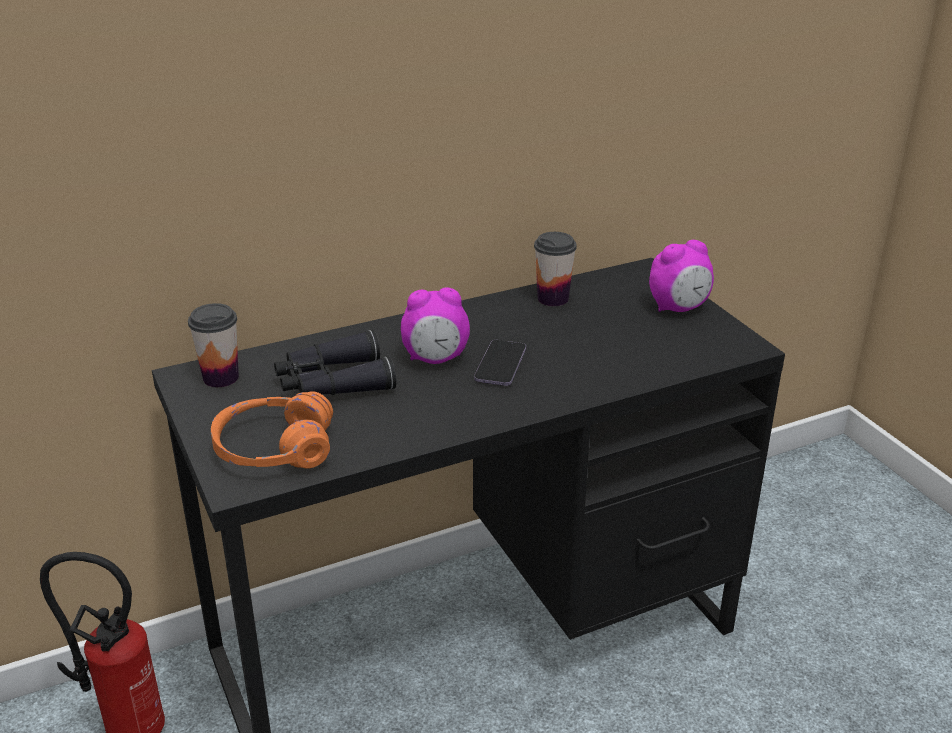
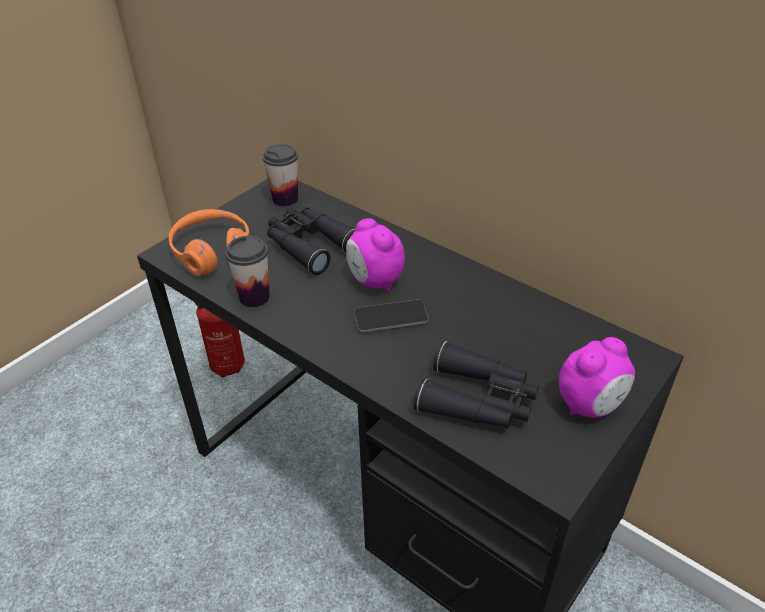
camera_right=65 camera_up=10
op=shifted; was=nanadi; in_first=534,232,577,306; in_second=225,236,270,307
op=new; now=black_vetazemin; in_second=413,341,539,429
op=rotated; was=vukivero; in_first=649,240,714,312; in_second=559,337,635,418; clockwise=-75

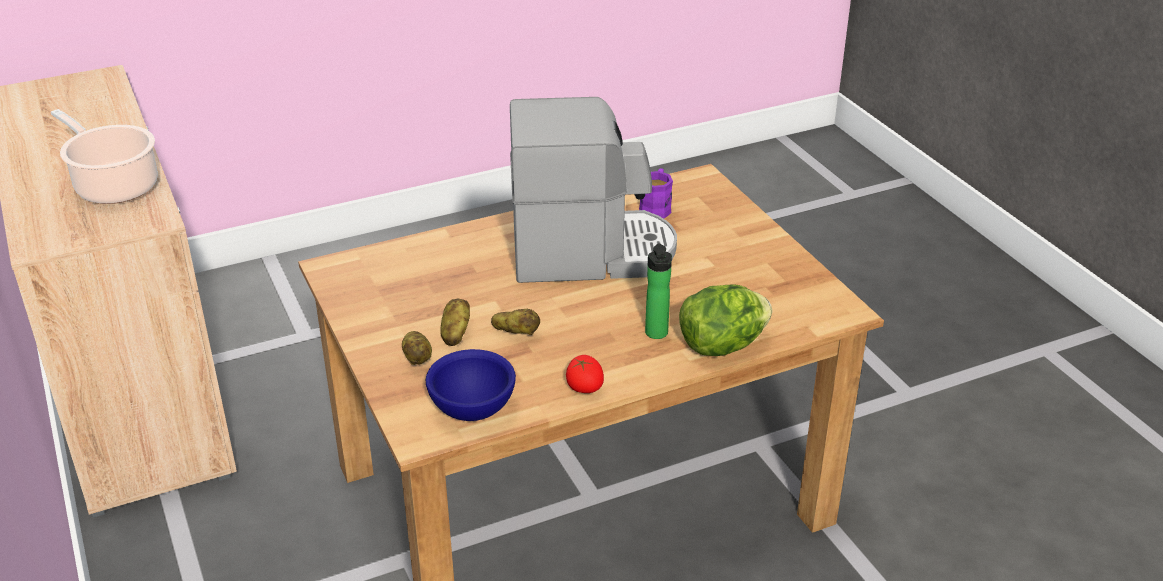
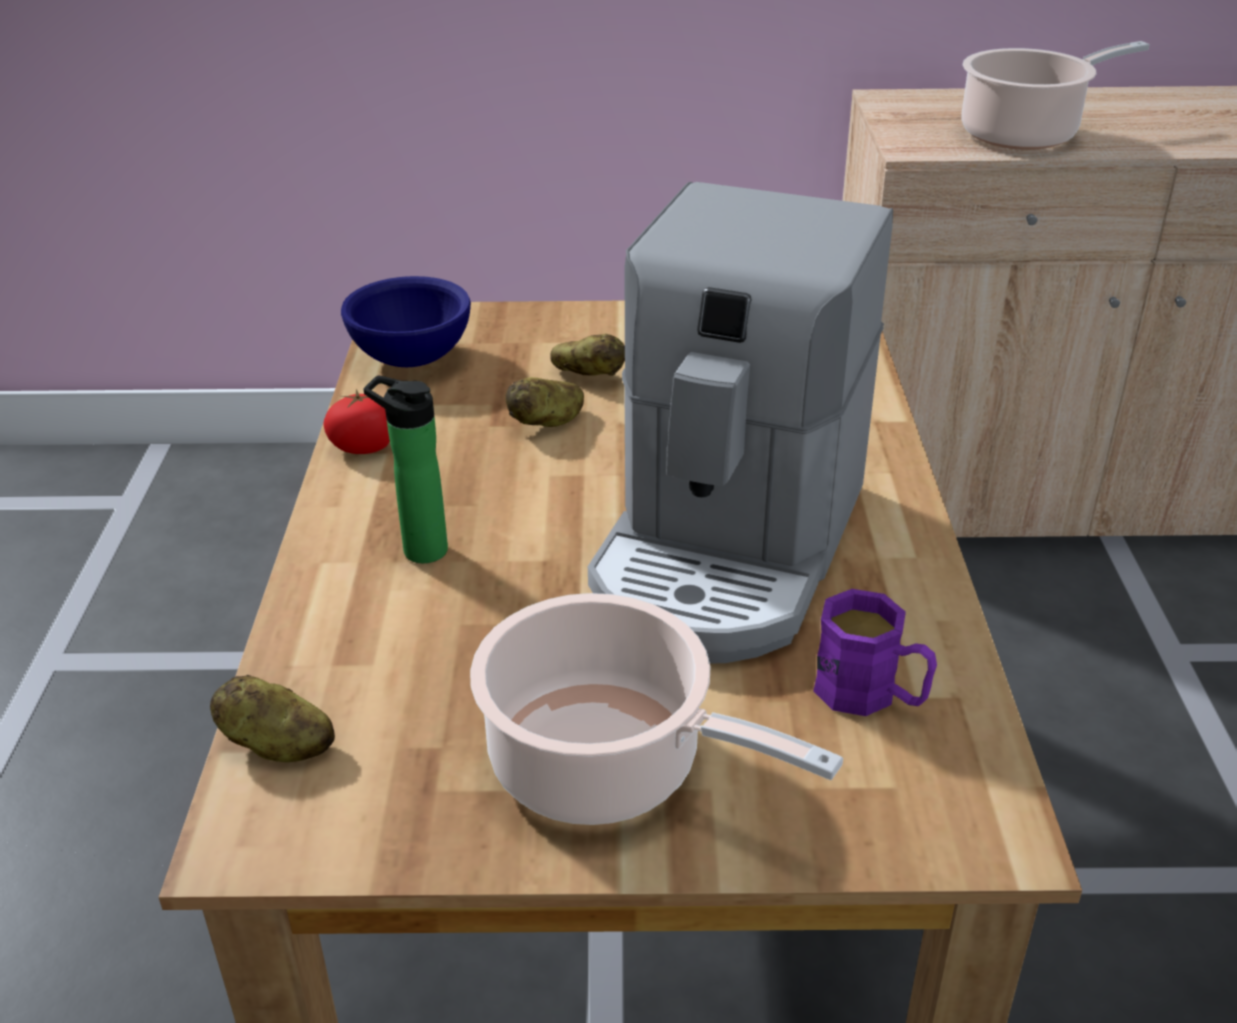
camera_right=115 camera_up=0
op=shifted; was=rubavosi; in_first=402,331,432,365; in_second=210,675,335,762
op=new; now=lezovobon; in_second=470,593,843,825
op=gone; was=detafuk; in_first=679,284,772,356

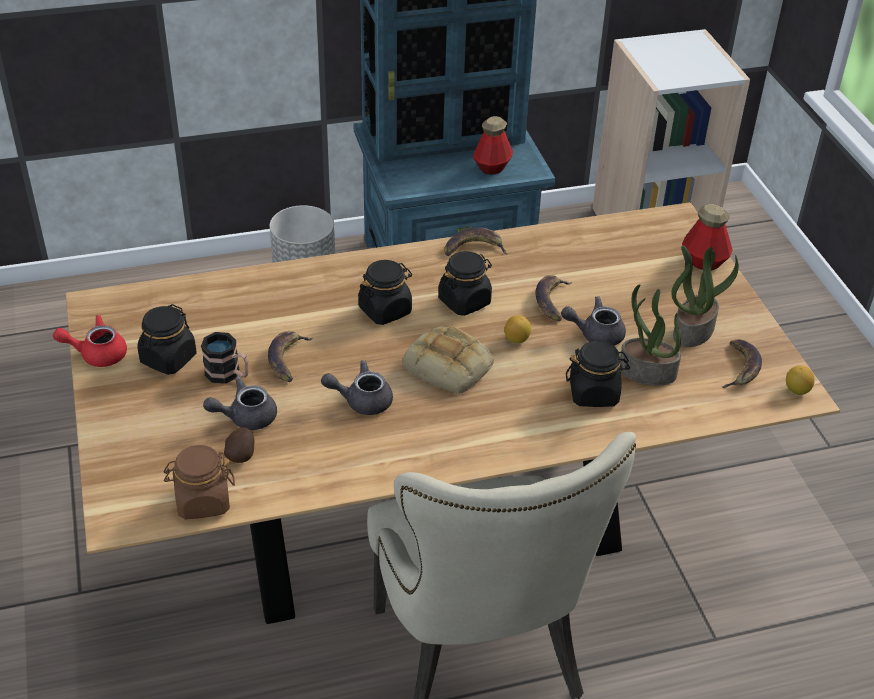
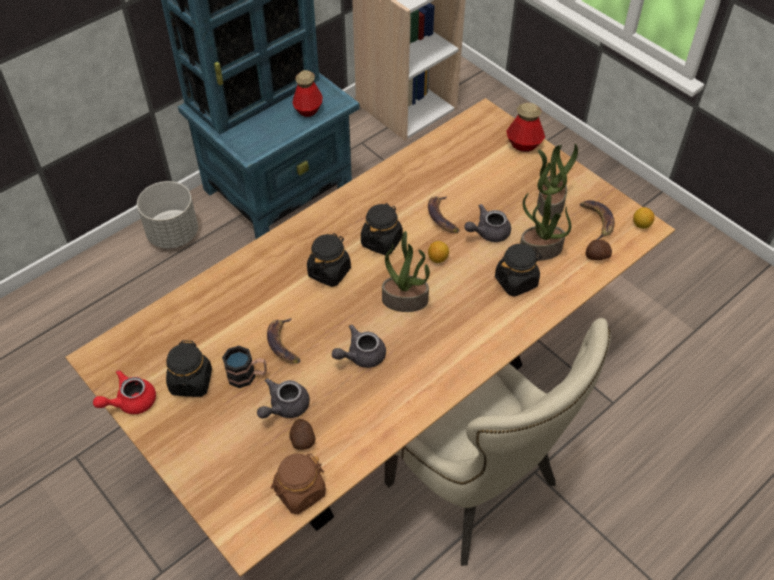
camera_right=-25 camera_up=10
op=swapped; was=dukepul; now=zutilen; in_first=403,326,494,395; in_second=382,231,430,312
op=new; now=rubavosi; in_second=585,240,612,260
op=gone; was=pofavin; in_first=445,228,507,256

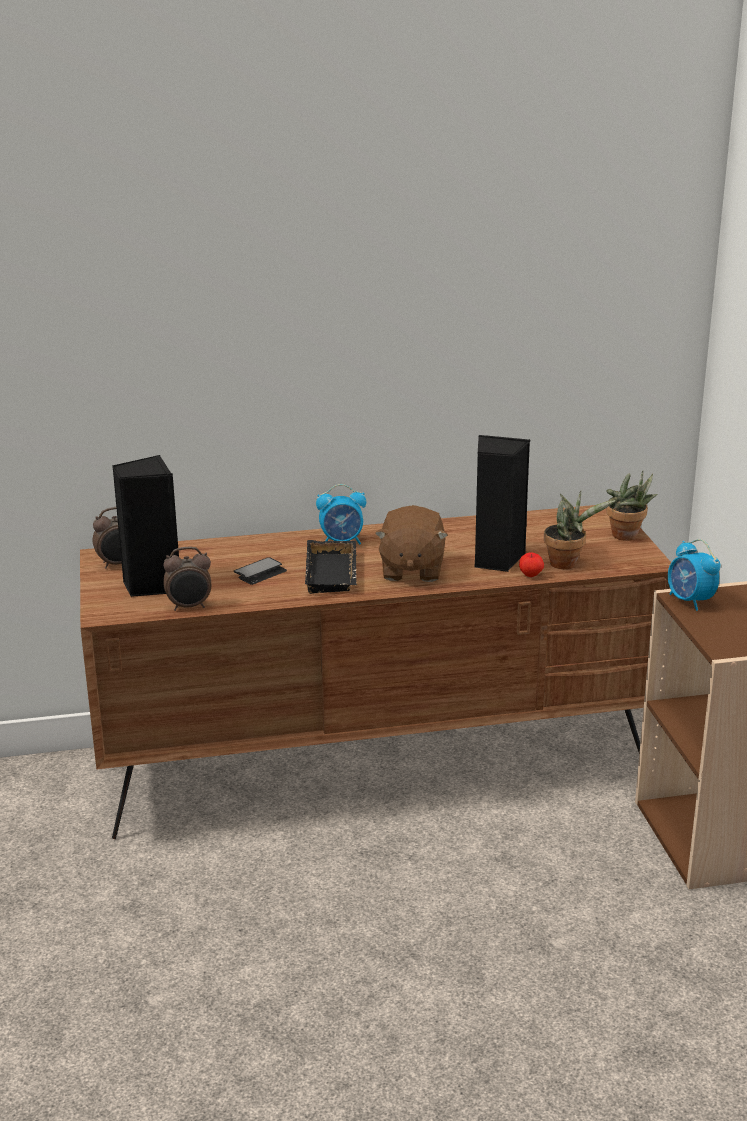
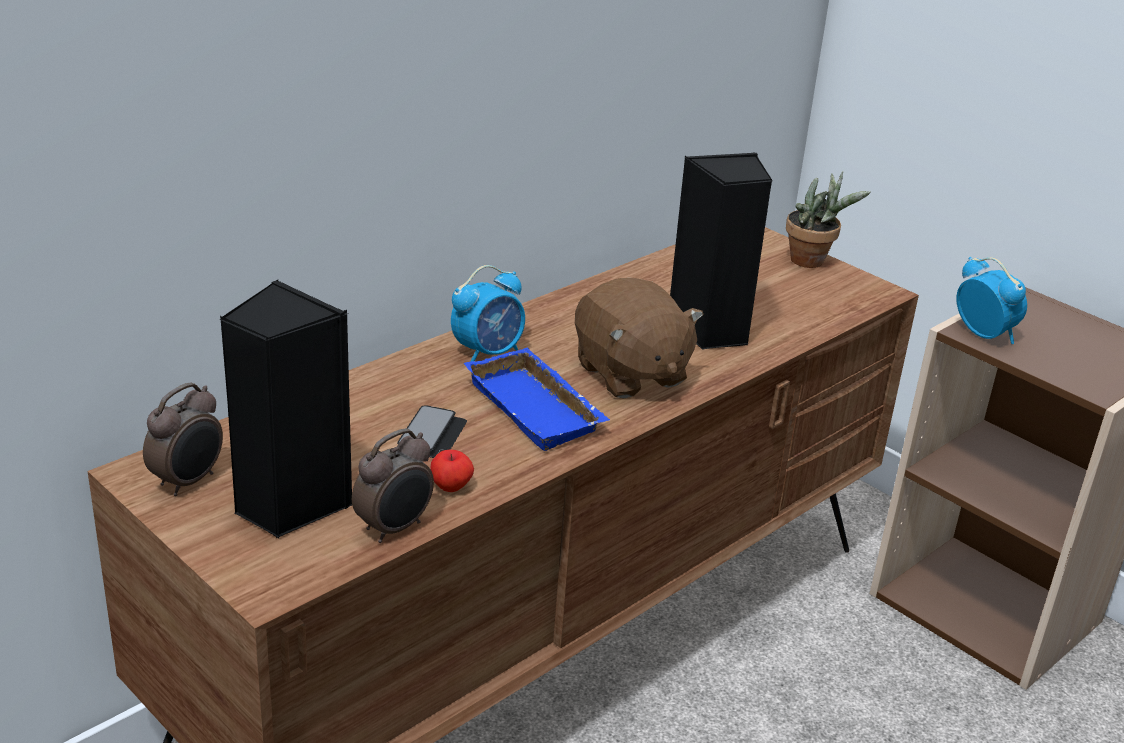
camera_right=-35 camera_up=5
op=shifted; was=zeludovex; in_first=519,553,544,577; in_second=430,450,474,492
op=repainted; was=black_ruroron; now=blue_ruroron; in_first=305,540,357,594; in_second=464,348,610,451
op=rotated; was=vukivero; in_first=668,539,721,611; in_second=956,257,1027,344; clockwise=-150
op=gone; was=zutilen; in_first=544,491,616,569

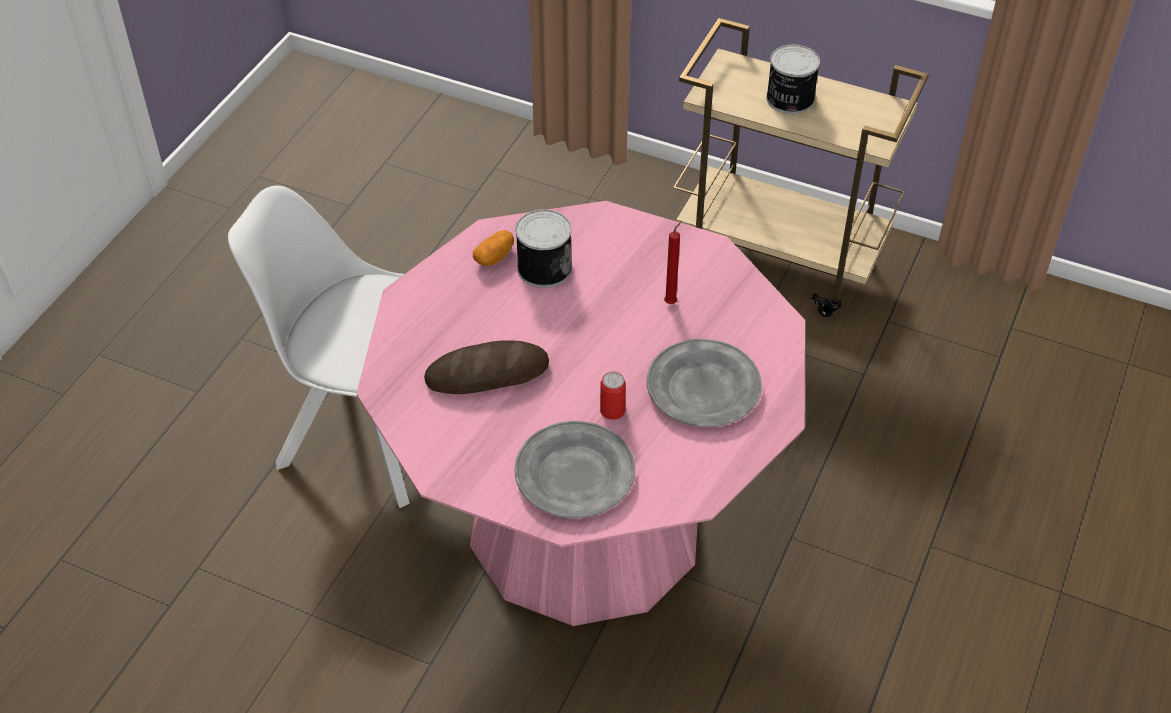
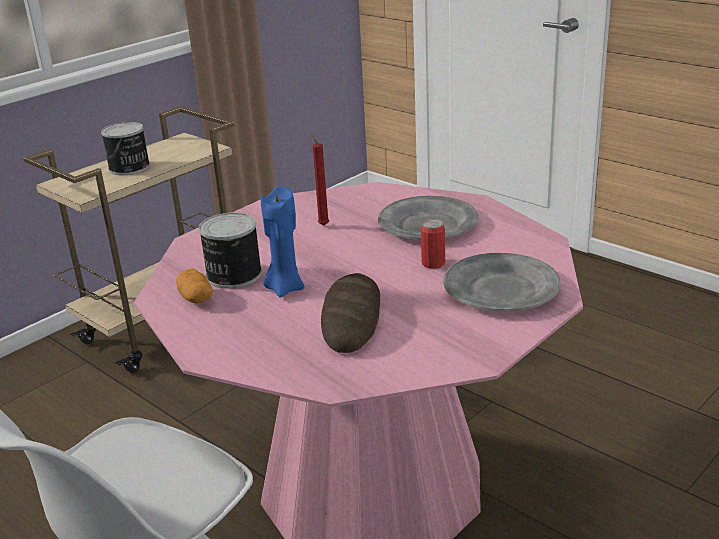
camera_right=-70 camera_up=-20
op=new; now=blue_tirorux; in_second=261,186,304,298

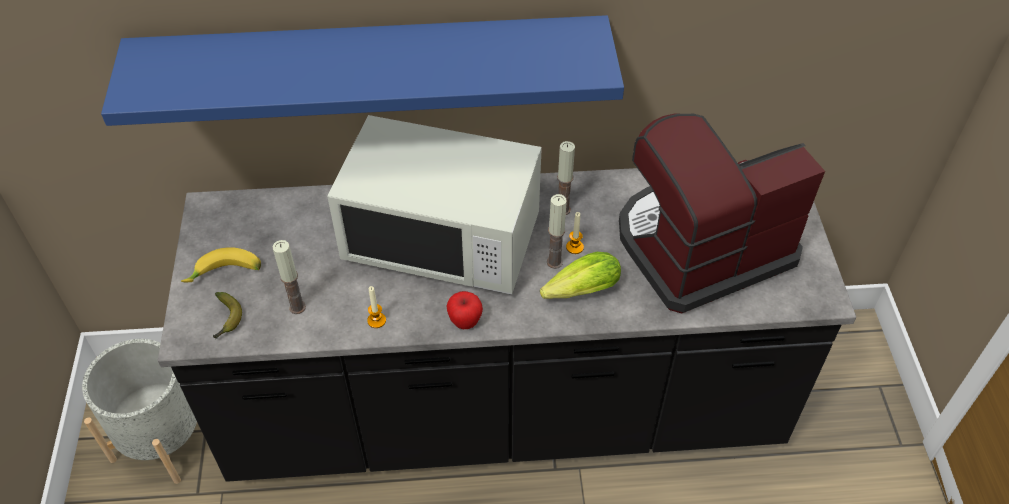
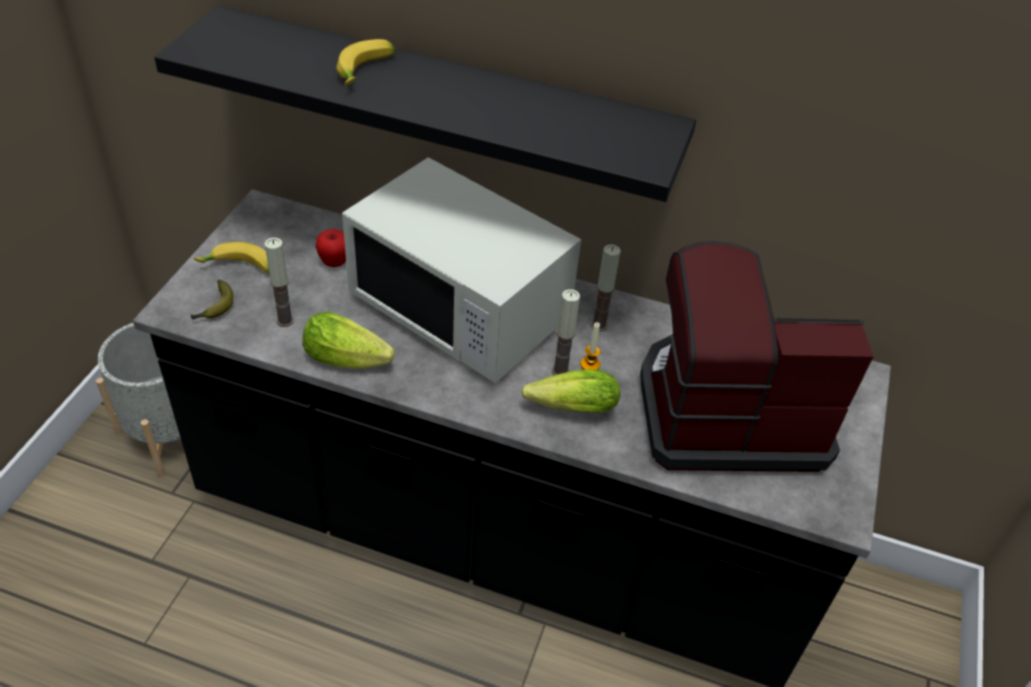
camera_right=20 camera_up=-5
op=repainted; was=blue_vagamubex; now=black_vagamubex; in_first=101,15,624,126; in_second=154,6,696,202
op=swapped; was=tirorux; now=detafuk; in_first=367,286,386,328; in_second=302,312,395,369
op=shifted; was=zeludovex; in_first=447,291,483,329; in_second=316,229,346,267
op=new; now=pofavin; in_second=336,39,396,85

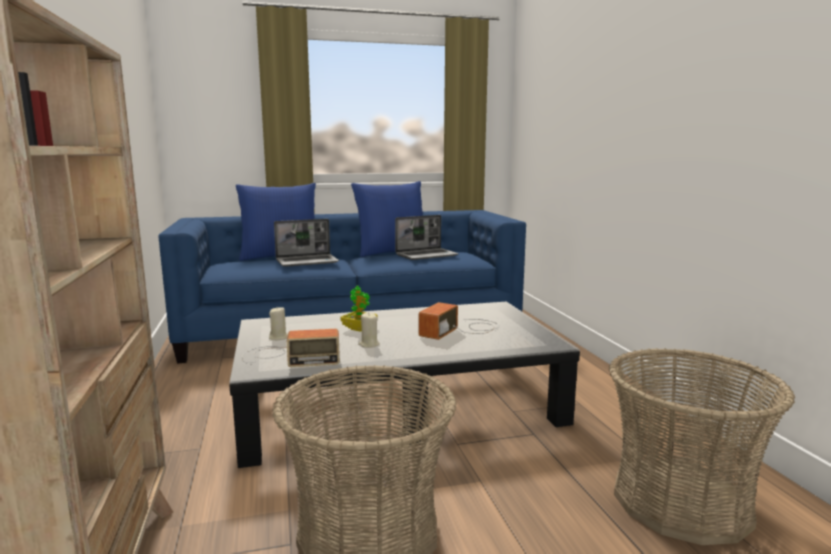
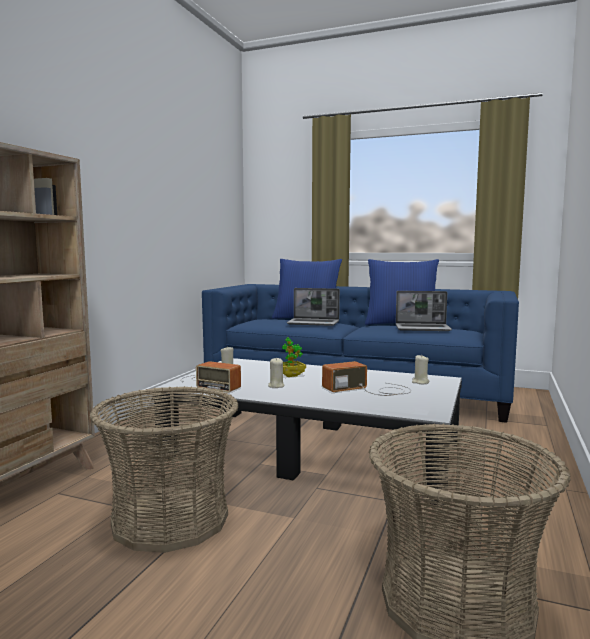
camera_right=35 camera_up=-5
op=new; now=beige_tirorux; in_second=412,355,429,384

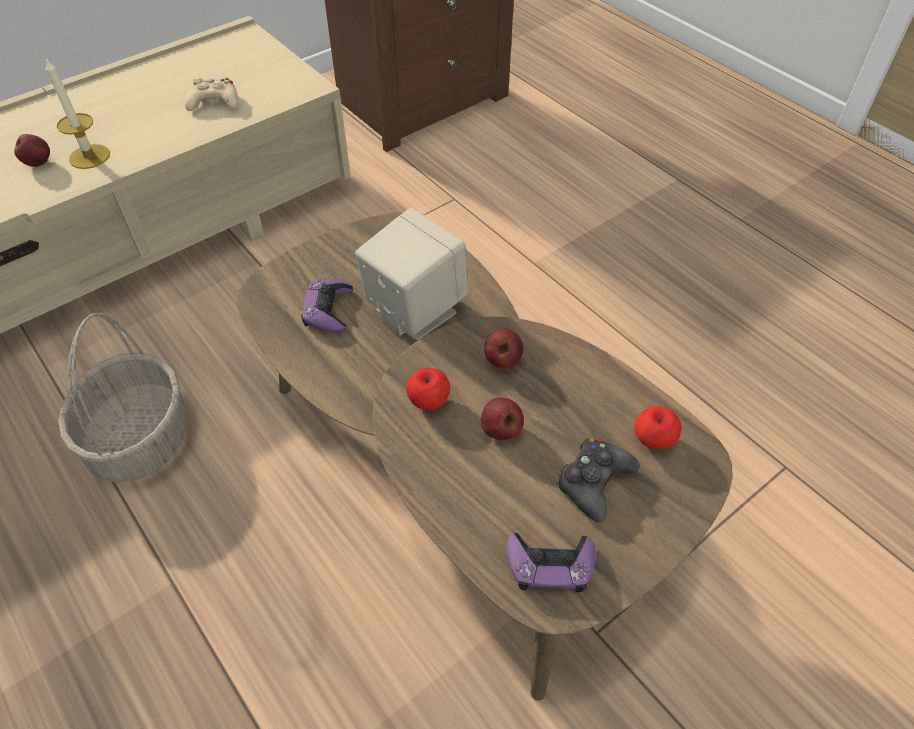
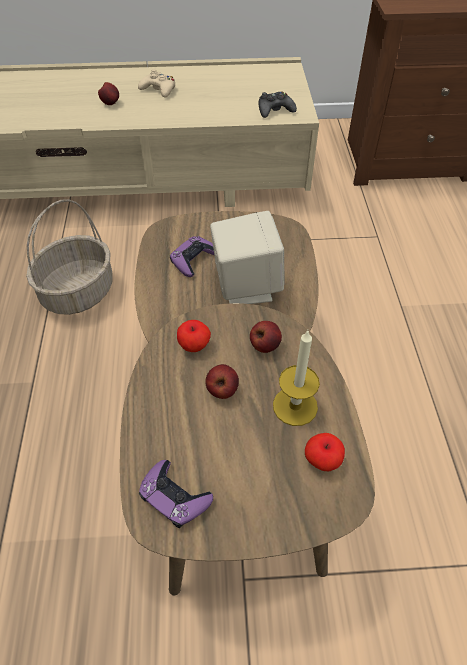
camera_right=35 camera_up=0
op=shifted; was=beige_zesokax; in_first=185,76,238,111; in_second=138,69,175,98
op=shifted; was=black_zesokax; in_first=556,439,639,523; in_second=259,91,297,118
op=shifted; was=tirorux; in_first=45,57,110,169; in_second=273,329,320,426

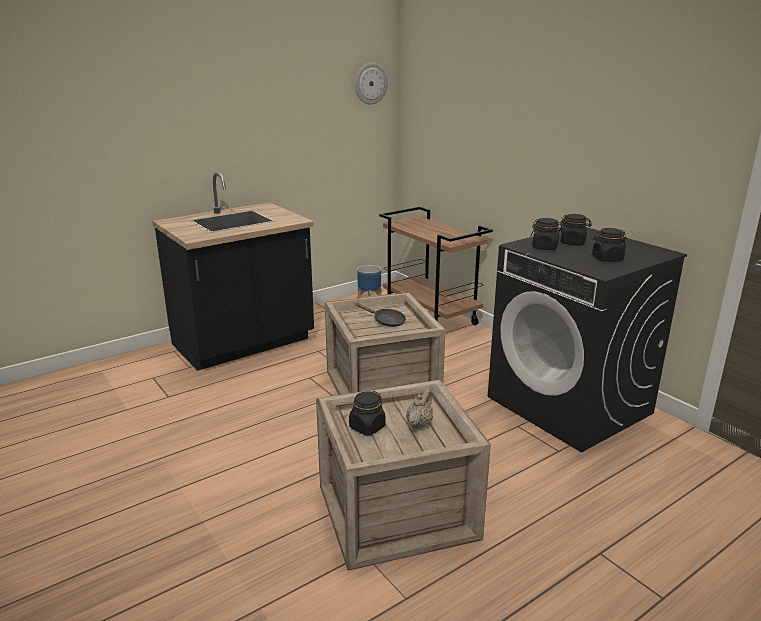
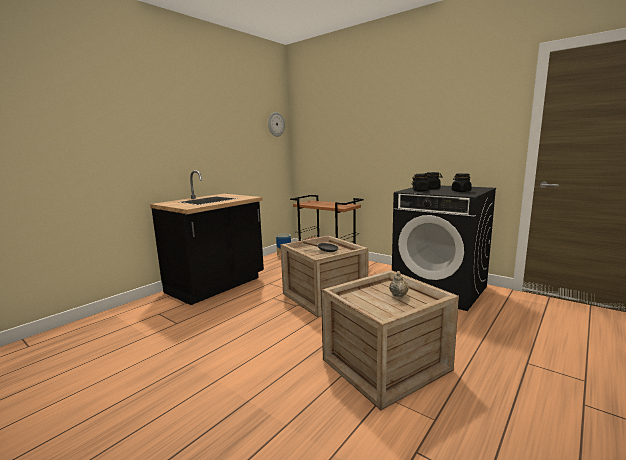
camera_right=-15 camera_up=-10
op=gone; was=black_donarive; in_first=349,391,386,436

